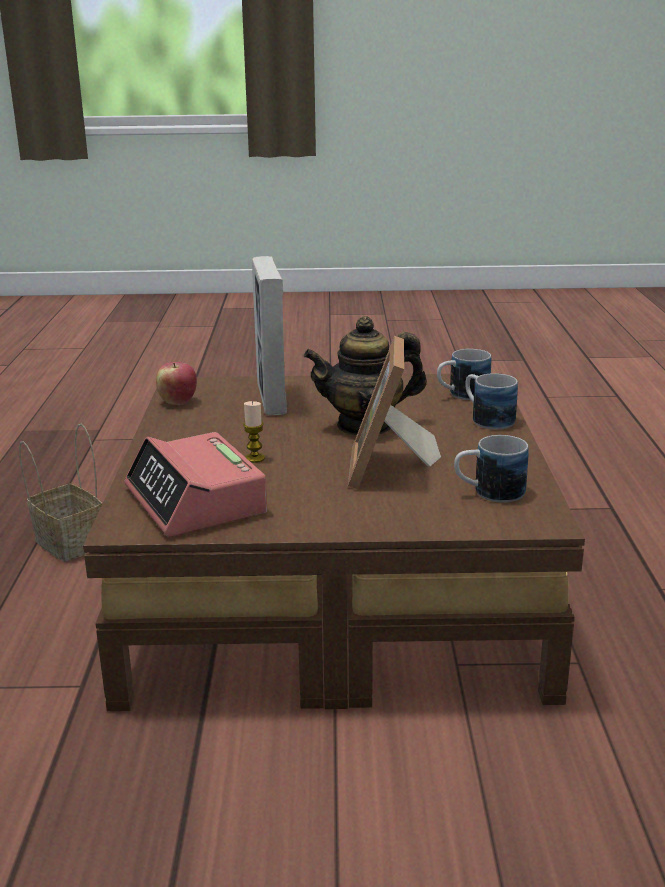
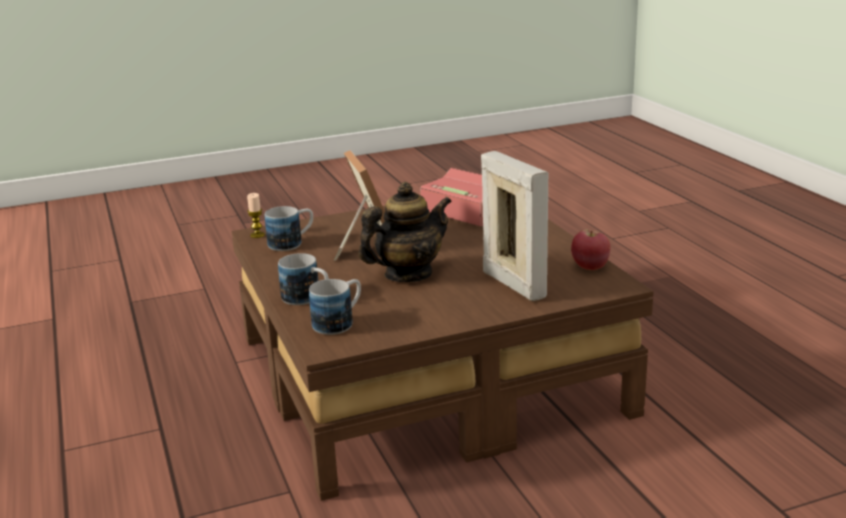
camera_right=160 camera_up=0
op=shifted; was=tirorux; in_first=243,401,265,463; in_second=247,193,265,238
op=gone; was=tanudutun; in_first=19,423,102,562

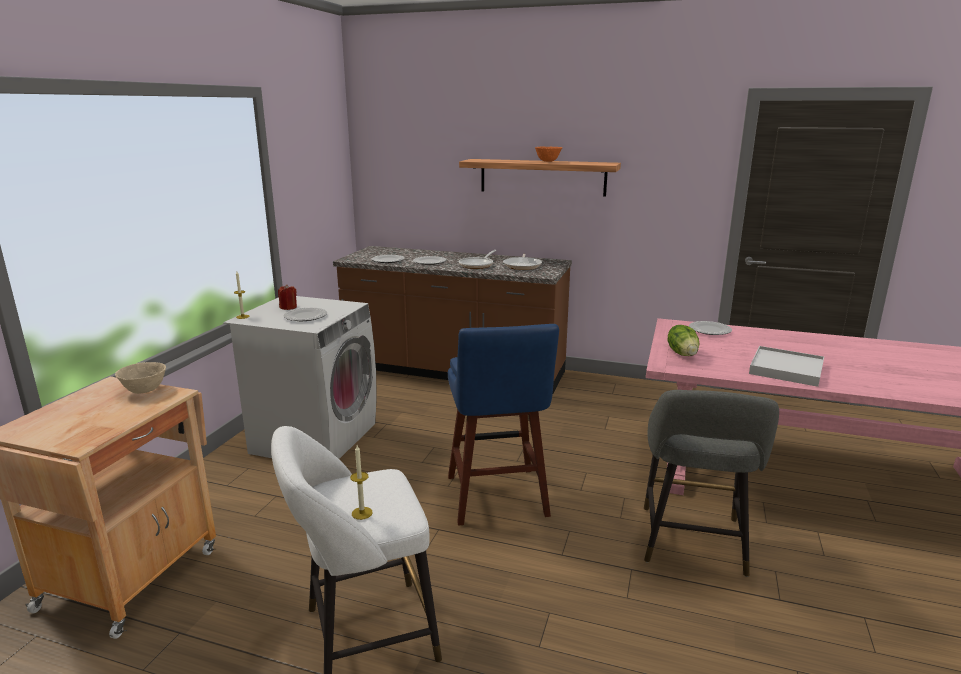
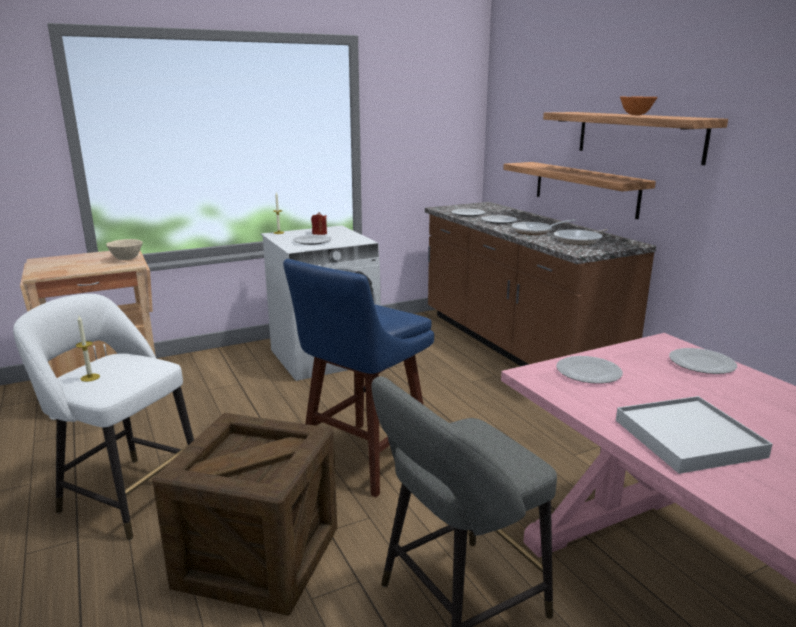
camera_right=45 camera_up=0
op=new; now=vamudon; in_second=152,413,337,616
op=new; now=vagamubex; in_second=503,162,656,219
op=swapped; was=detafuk; now=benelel; in_first=668,325,699,356; in_second=556,356,623,384

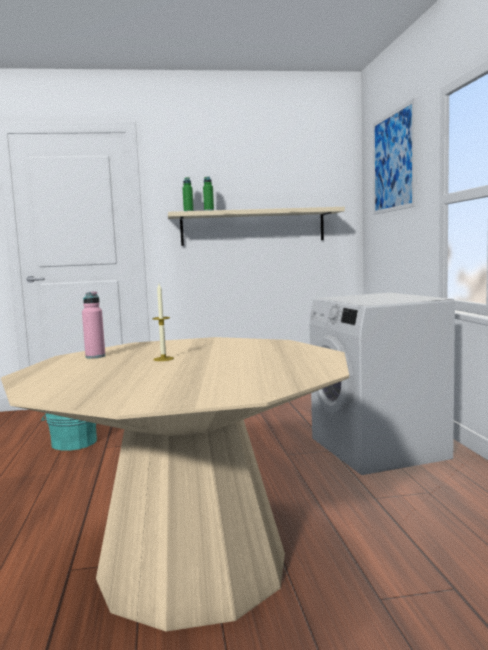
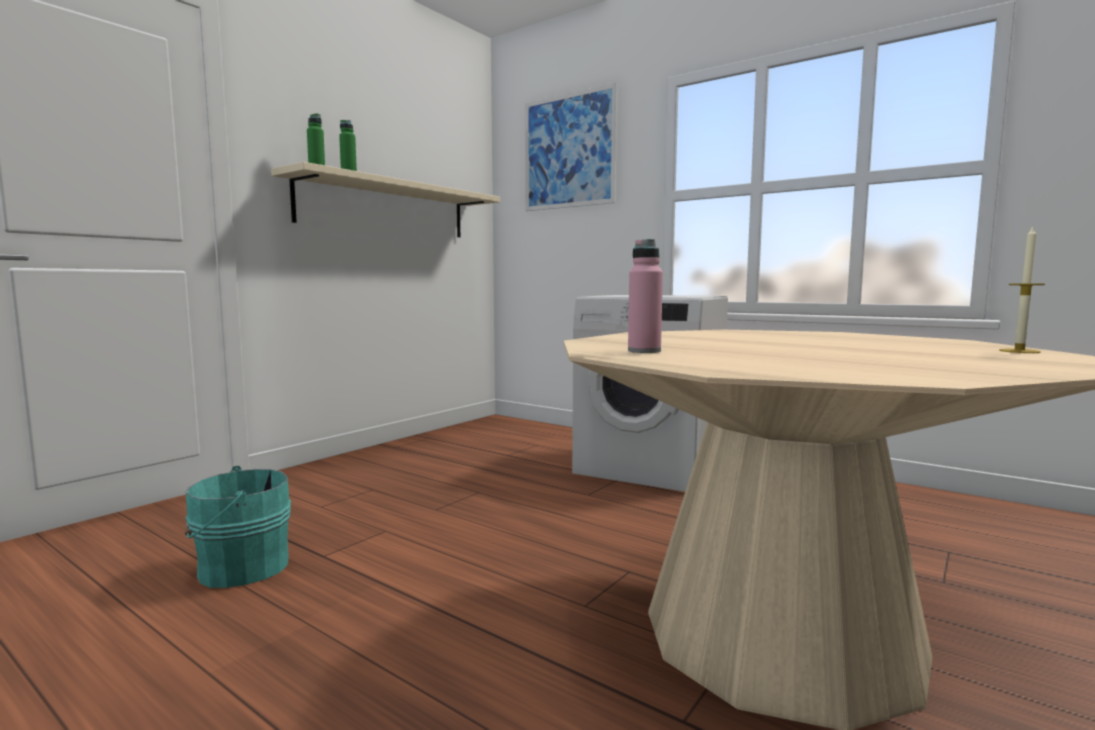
camera_right=-45 camera_up=0
op=shifted; was=tirorux; in_first=152,284,174,361; in_second=999,225,1045,353

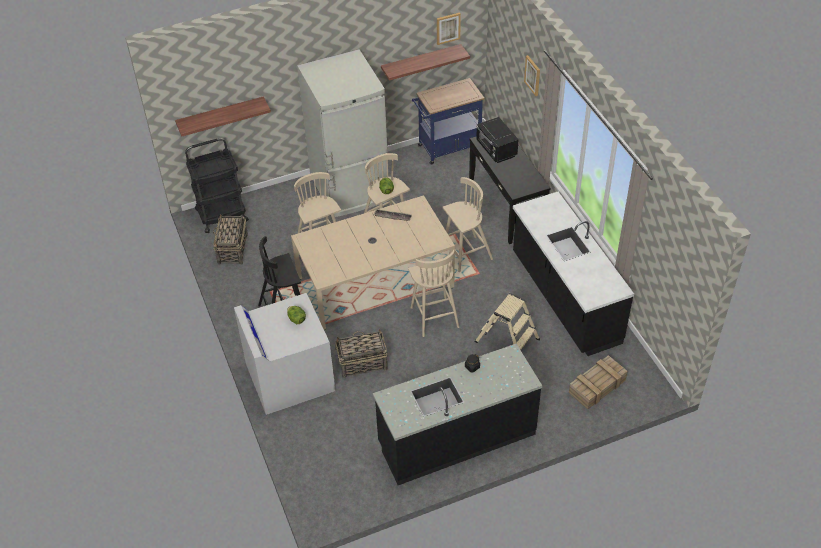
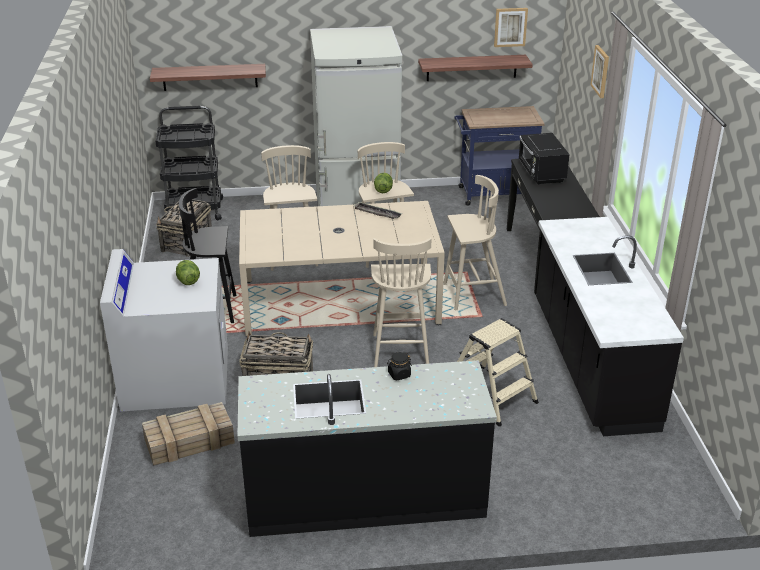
camera_right=15 camera_up=-15
op=shifted; was=vamudon; in_first=569,355,628,409; in_second=142,402,235,466

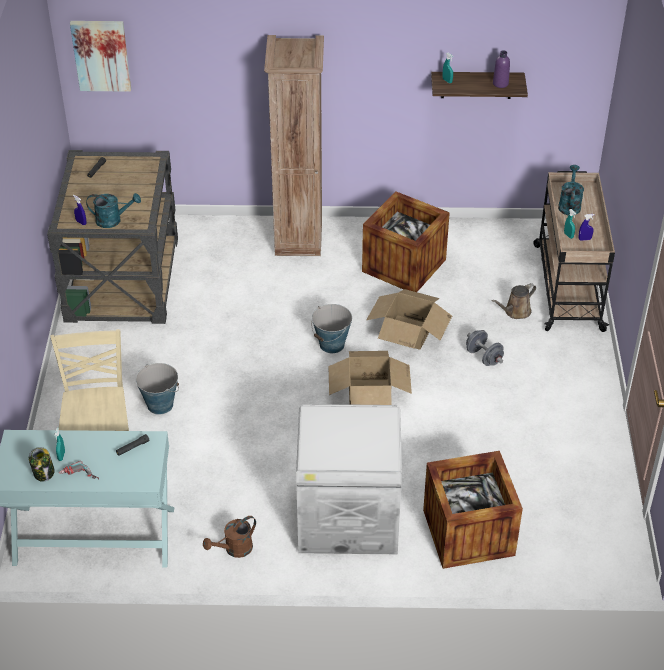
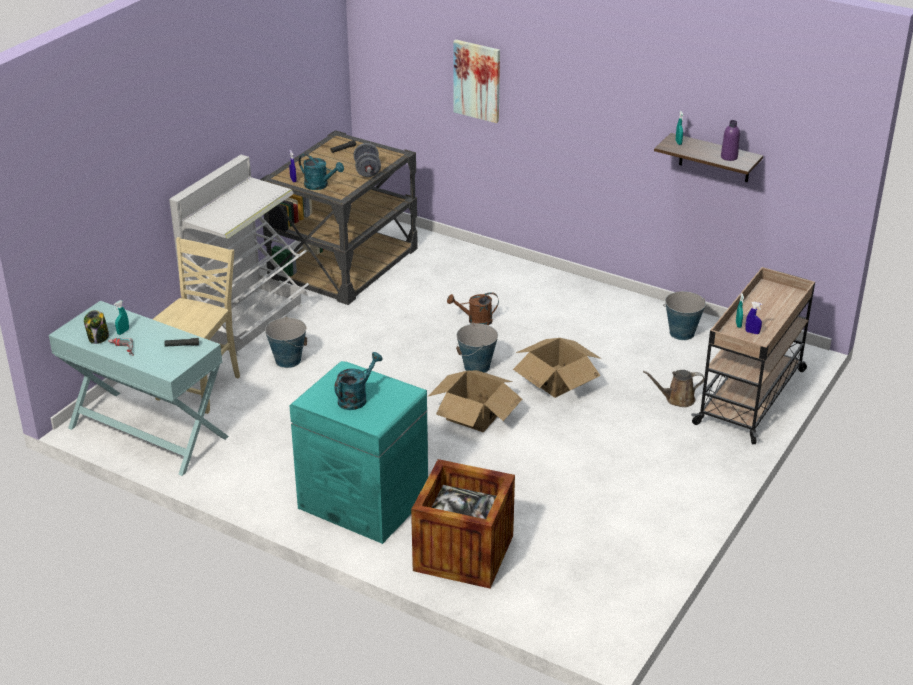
camera_right=30 camera_up=-10
op=new; now=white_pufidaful; in_second=169,155,309,356
op=repainted; was=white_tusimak; now=turquoise_tusimak; in_first=296,404,402,554; in_second=290,361,428,544
op=shifted; was=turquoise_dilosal; in_first=558,165,584,215; in_second=334,352,383,410
op=shifted; was=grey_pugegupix; in_first=466,330,504,366; in_second=353,143,381,177
op=shifted; was=brown_dilosal; in_first=203,516,256,558; in_second=447,292,499,325
op=shifted; was=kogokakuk; in_first=70,21,131,92; in_second=453,40,500,123
op=new; now=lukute; in_second=663,291,706,340
op=gone; was=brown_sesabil; in_first=264,35,324,256
op=gone; was=vamudon; in_first=362,191,450,292

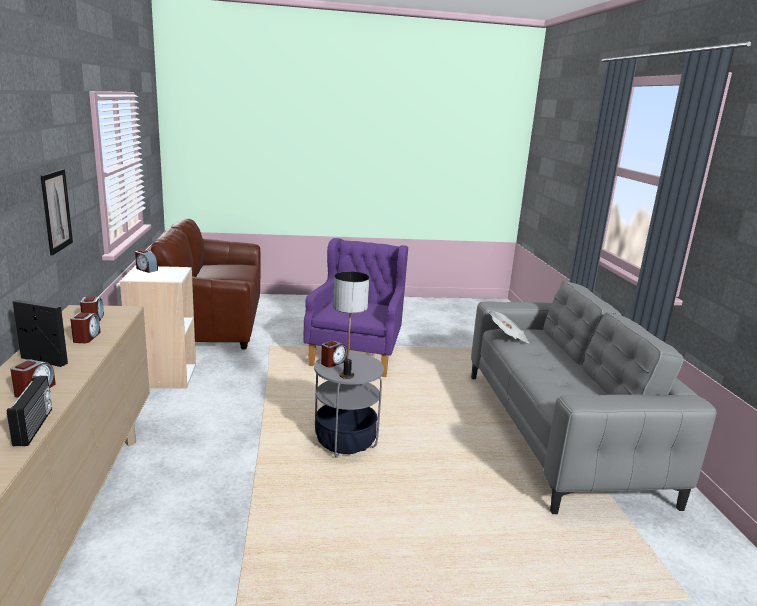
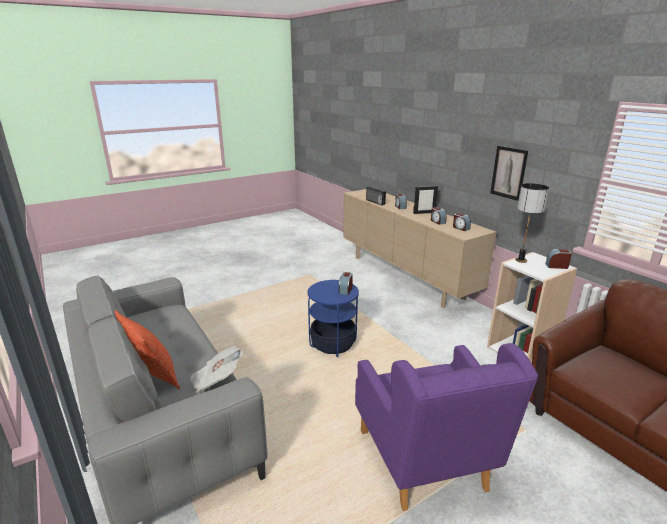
camera_right=155 camera_up=5
op=new; now=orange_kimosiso; in_second=114,310,180,389
op=repainted; was=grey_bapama; now=blue_bapama; in_first=314,352,384,458; in_second=308,280,359,357
op=shifted; was=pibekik; in_first=333,272,369,379; in_second=515,183,549,263

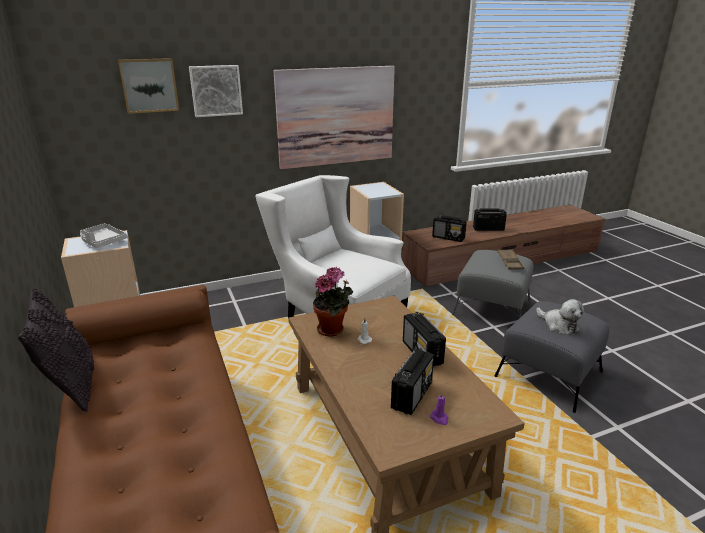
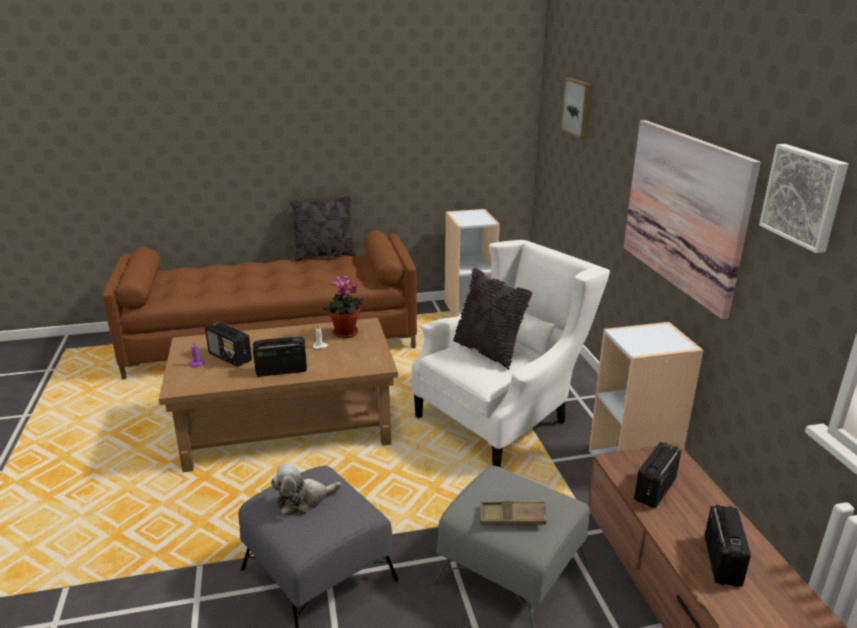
camera_right=100 camera_up=0
op=new; now=black_kimosiso; in_second=453,268,532,370
op=shifted; was=kogokakuk; in_first=189,65,243,117; in_second=759,144,849,253
op=gone; was=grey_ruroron; in_first=80,223,127,248

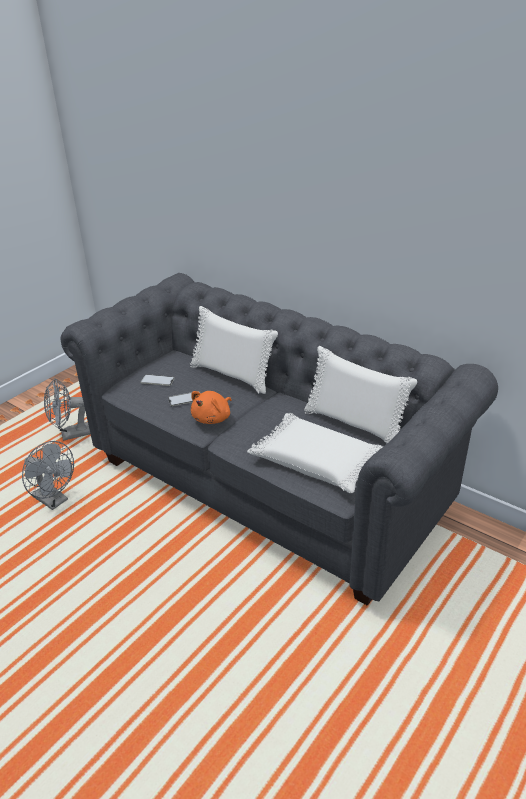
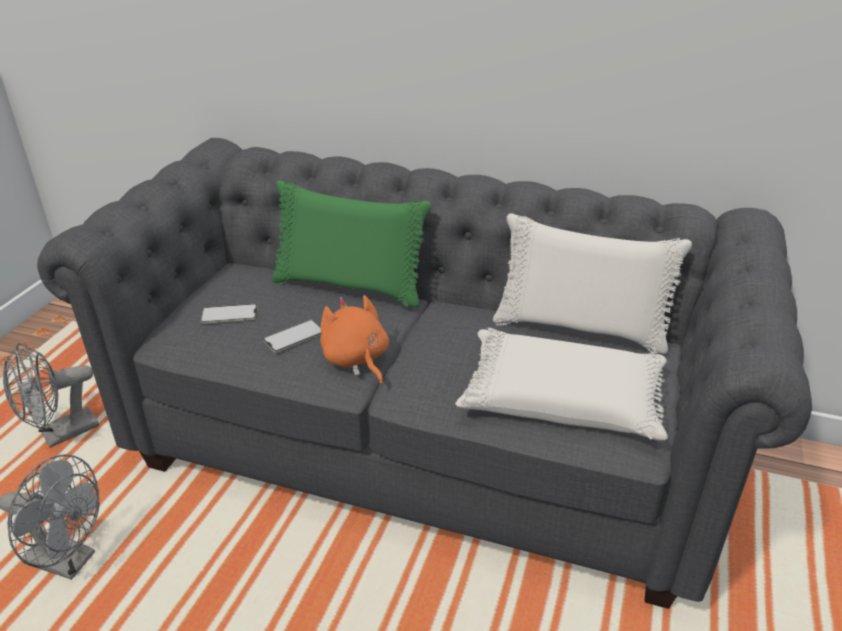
camera_right=-20 camera_up=0
op=repainted; was=white_kimosiso; now=green_kimosiso; in_first=190,306,278,394; in_second=272,180,431,307
op=rotated; was=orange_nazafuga; in_first=191,391,231,424; in_second=320,295,389,385; clockwise=135

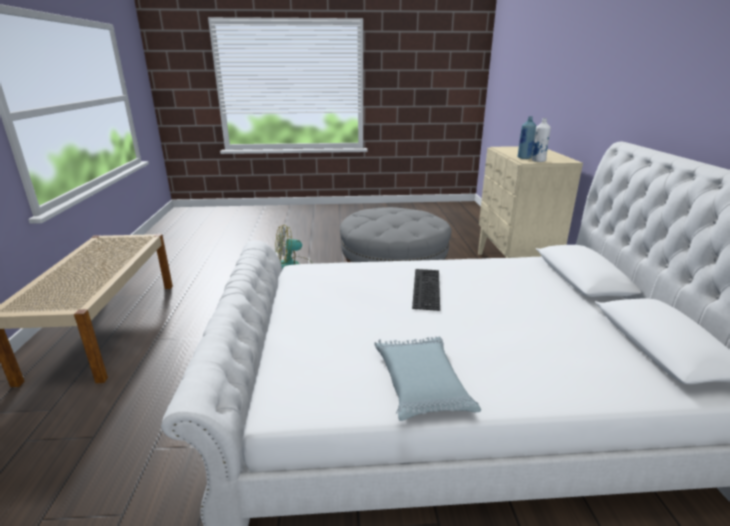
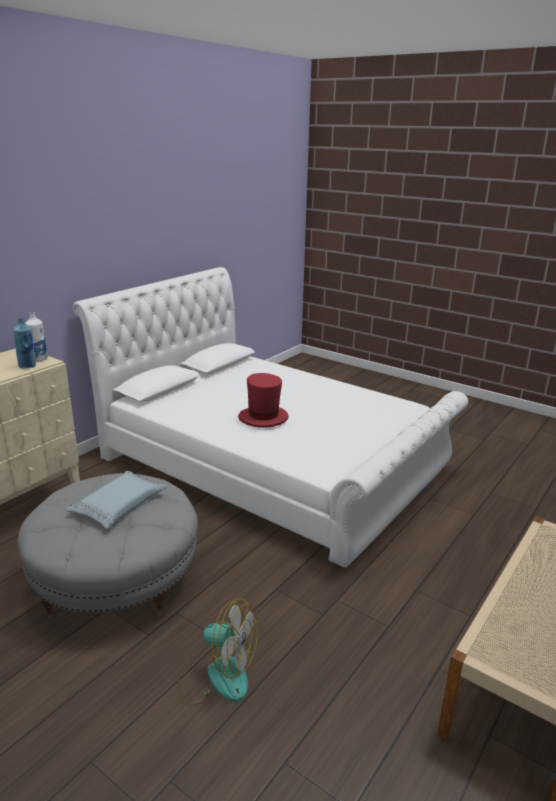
camera_right=-140 camera_up=0
op=shifted; was=blue_kimosiso; in_first=374,337,481,421; in_second=66,471,167,529
op=swapped; was=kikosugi; now=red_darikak; in_first=412,269,440,311; in_second=238,373,289,428

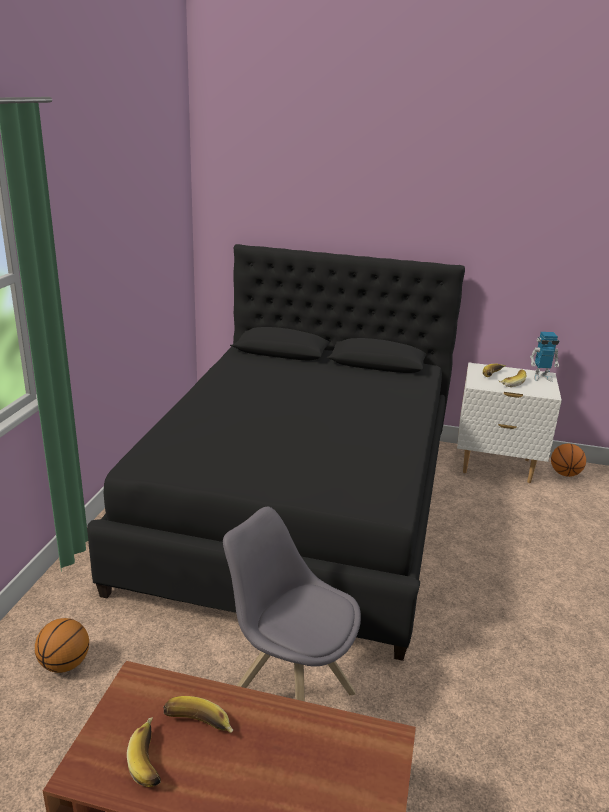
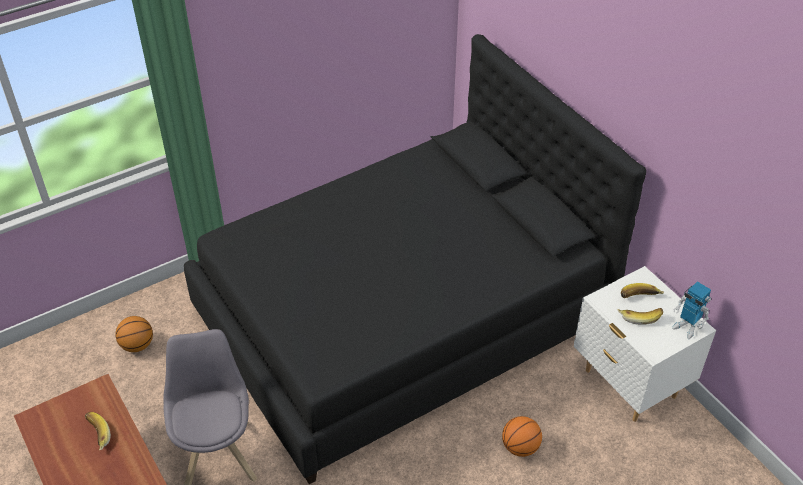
camera_right=45 camera_up=20
op=shifted; was=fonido; in_first=551,444,586,477; in_second=502,416,542,457
op=gone; was=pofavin; in_first=127,717,161,787

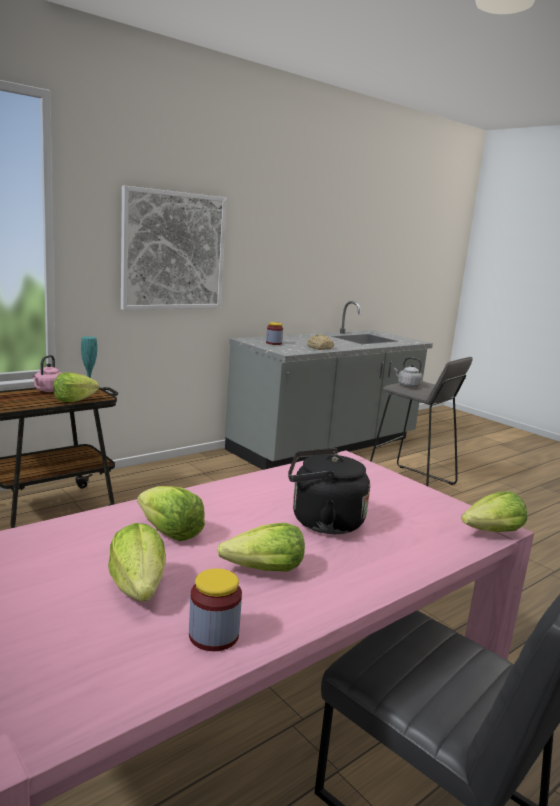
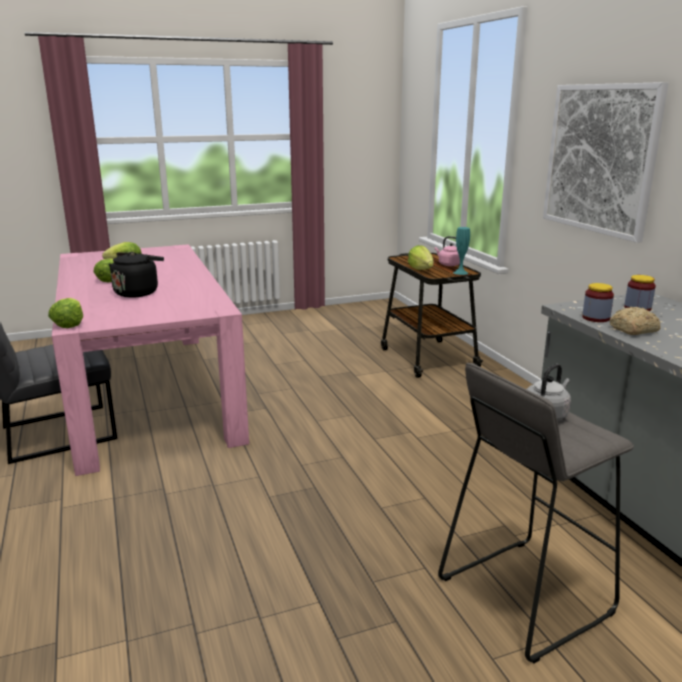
camera_right=110 camera_up=5
op=shifted; was=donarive; in_first=189,568,242,651; in_second=582,283,614,322
op=gone; was=detafuk; in_first=137,486,205,541

